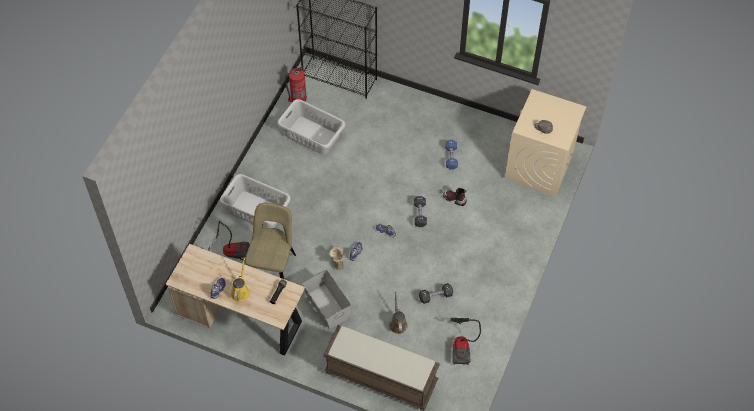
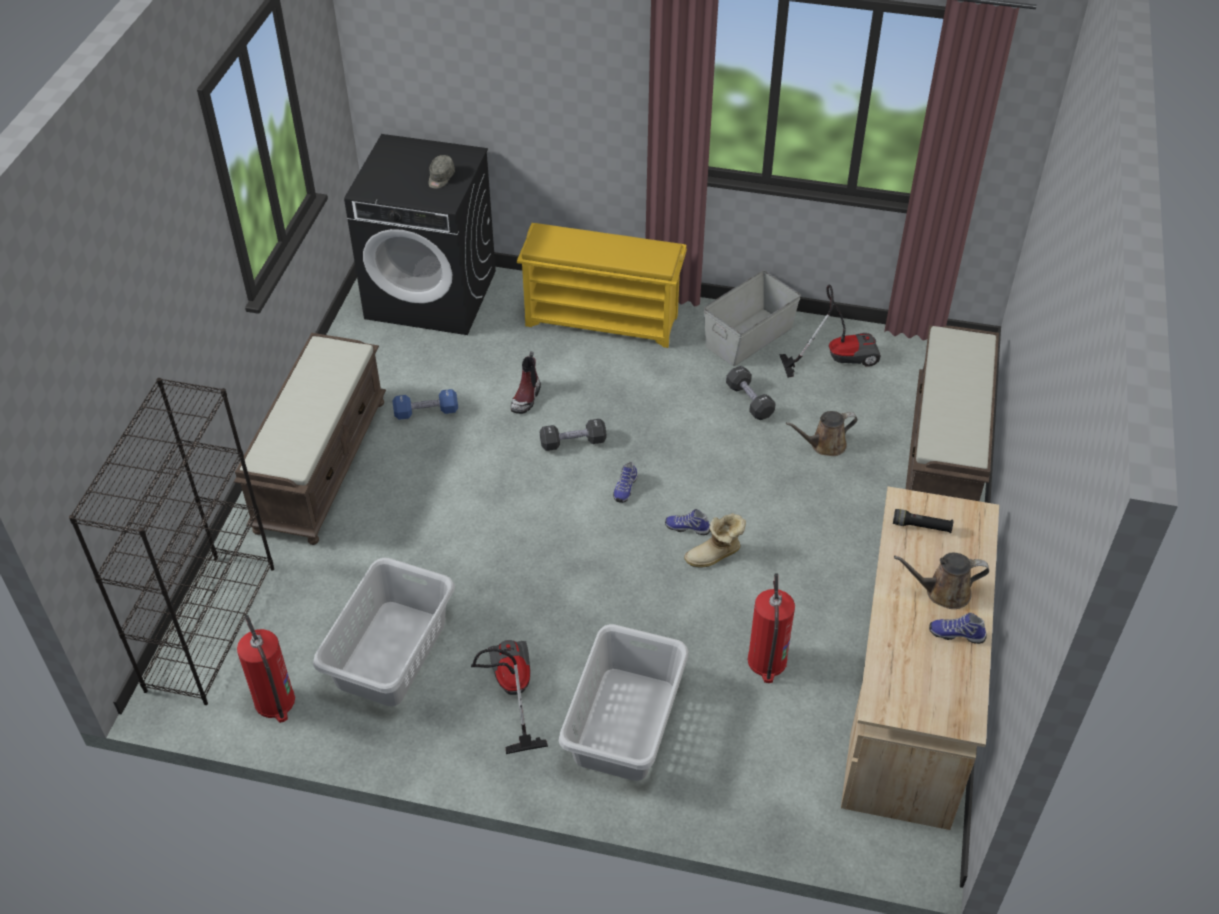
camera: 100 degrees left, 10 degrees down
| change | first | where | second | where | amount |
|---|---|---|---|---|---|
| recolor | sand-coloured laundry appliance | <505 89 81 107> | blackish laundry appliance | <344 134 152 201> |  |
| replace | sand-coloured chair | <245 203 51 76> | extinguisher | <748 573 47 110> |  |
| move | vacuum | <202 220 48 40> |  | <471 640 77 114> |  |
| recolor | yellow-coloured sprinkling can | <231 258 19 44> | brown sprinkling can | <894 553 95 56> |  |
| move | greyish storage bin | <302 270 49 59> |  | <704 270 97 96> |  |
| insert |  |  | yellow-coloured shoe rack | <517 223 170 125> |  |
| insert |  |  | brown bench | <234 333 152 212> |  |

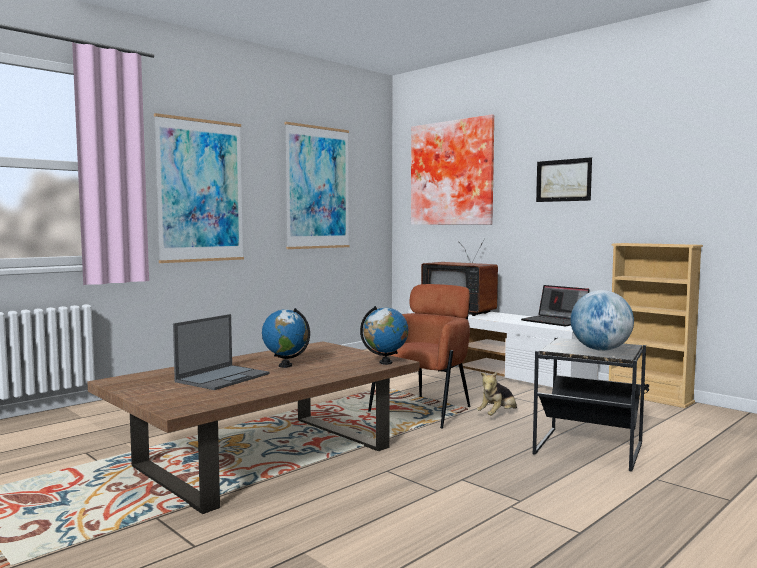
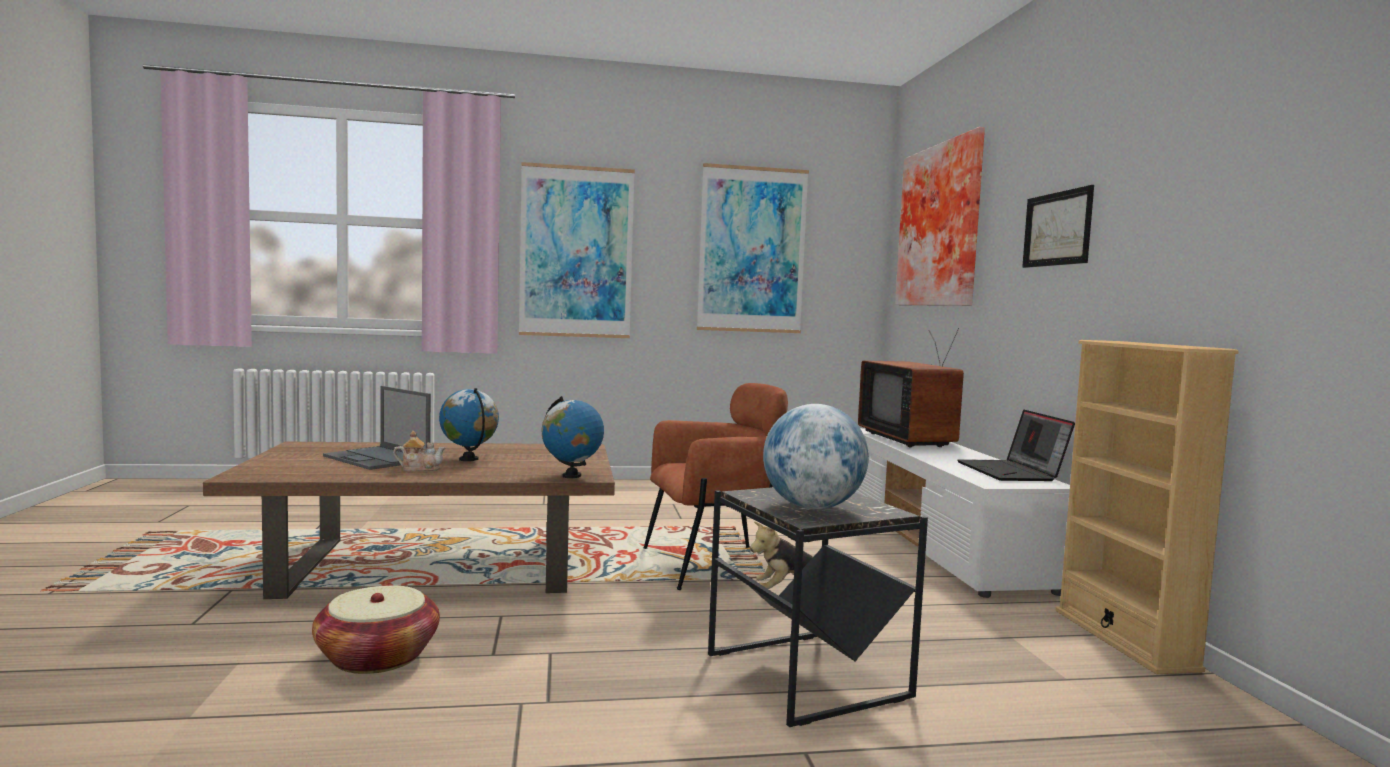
camera: 35 degrees right, 0 degrees up
| change | first | where | second | where | amount |
|---|---|---|---|---|---|
| rotate | laptop | <173 314 97 76> |  | <323 386 108 84> | 60 degrees clockwise |
| insert |  |  | pot for tea | <393 431 52 40> |  |
| insert |  |  | storage basket | <312 585 128 89> |  |

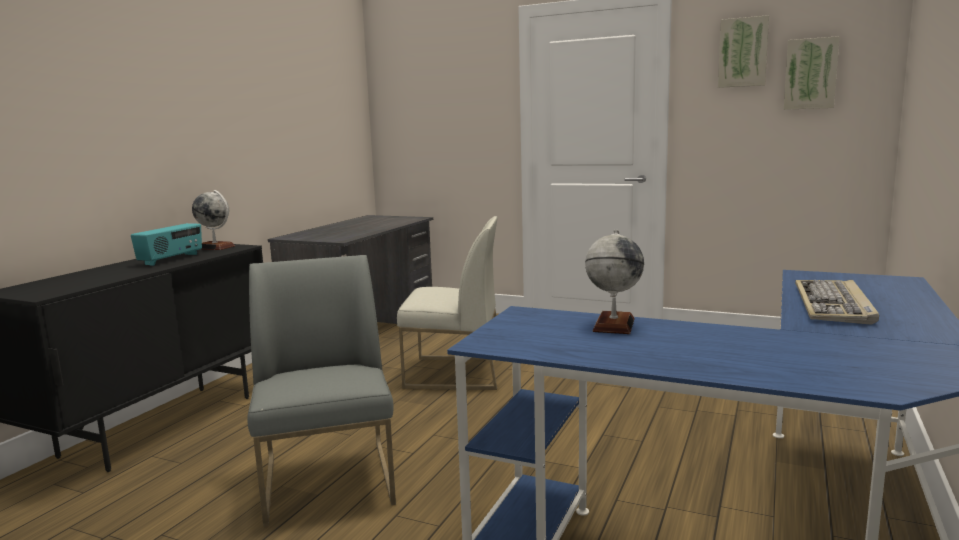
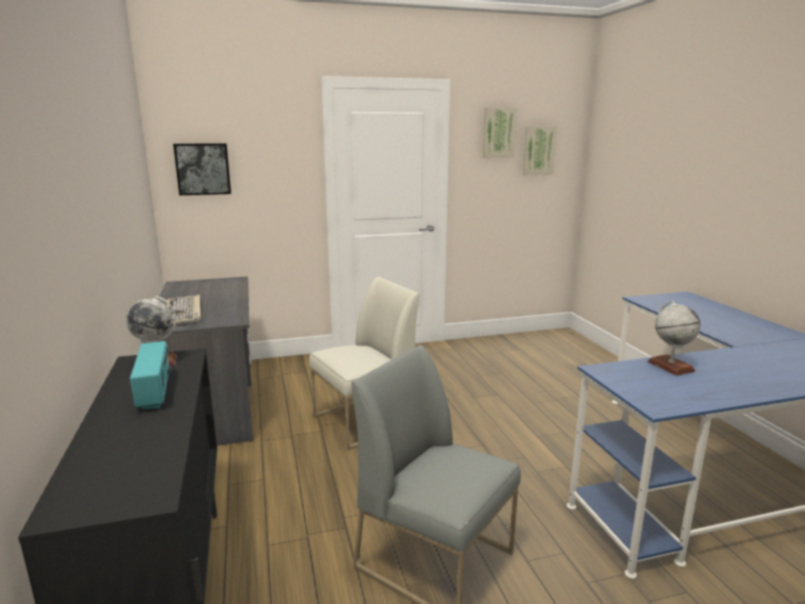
camera: 40 degrees left, 5 degrees up
| change | first | where | second | where | amount |
|---|---|---|---|---|---|
| move | PC keyboard | <795 280 84 45> |  | <167 295 34 30> |  |
| insert |  |  | picture | <173 143 58 52> |  |

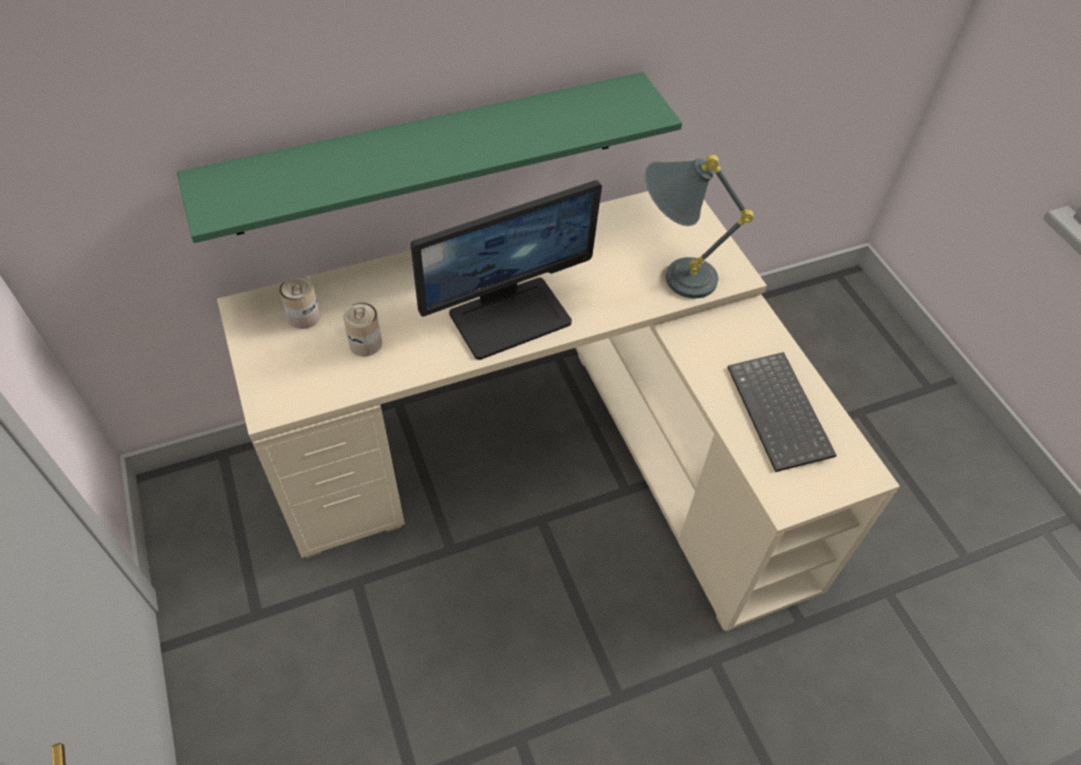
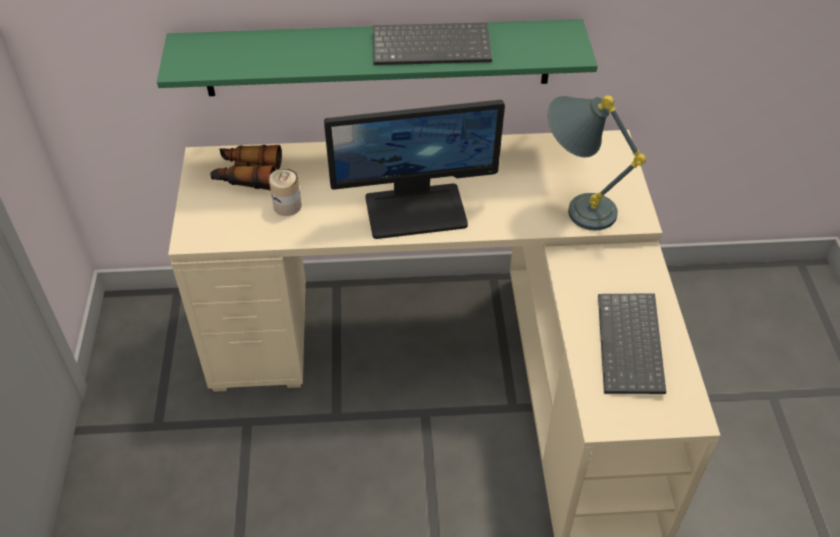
camera: 20 degrees right, 5 degrees down
| change | first | where | second | where | amount |
|---|---|---|---|---|---|
| replace | metal can | <279 276 42 53> | binoculars | <210 145 72 46> |  |
| insert |  |  | PC keyboard | <373 23 119 42> |  |

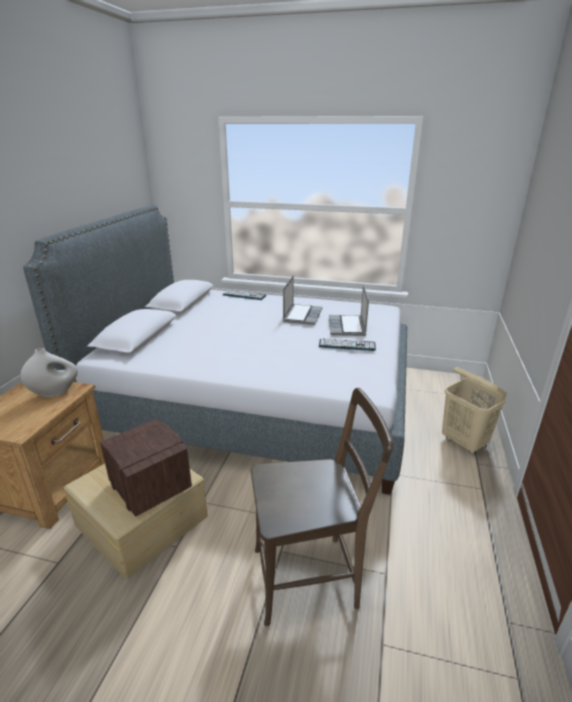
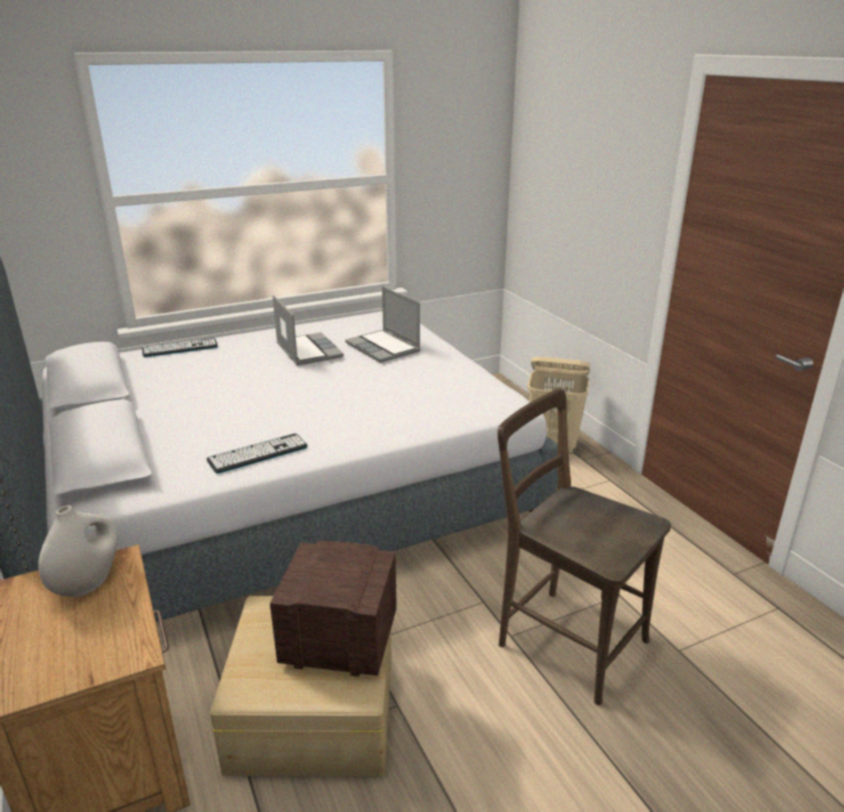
camera: 40 degrees left, 0 degrees up
| change | first | where | second | where | amount |
|---|---|---|---|---|---|
| move | PC keyboard | <319 339 57 12> |  | <206 433 102 41> |  |
| rotate | brown chair | <251 388 142 238> |  | <497 388 174 318> | 90 degrees counterclockwise |

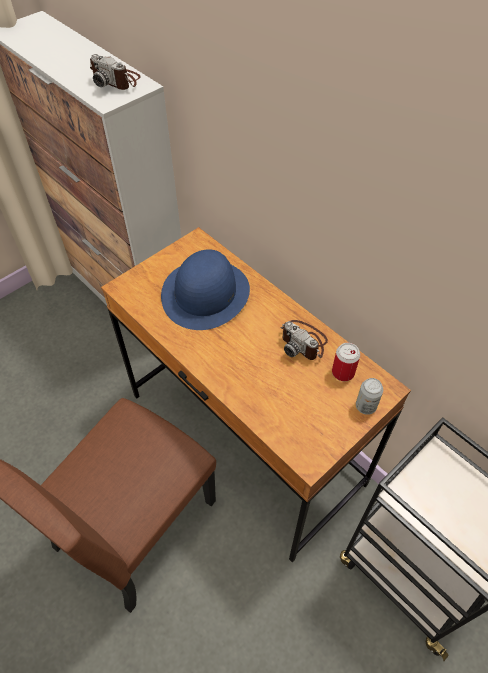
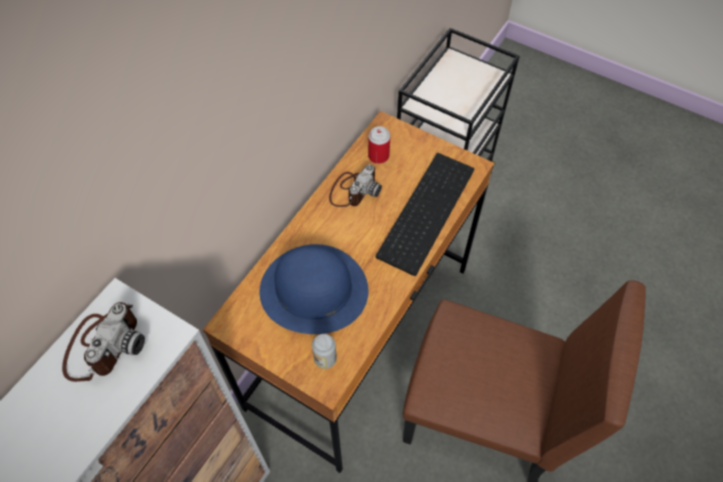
camera: 105 degrees left, 5 degrees up
| change | first | where | second | where | amount |
|---|---|---|---|---|---|
| move | metal can | <356 378 27 37> |  | <312 334 25 35> |  |
| insert |  |  | PC keyboard | <376 153 98 123> |  |

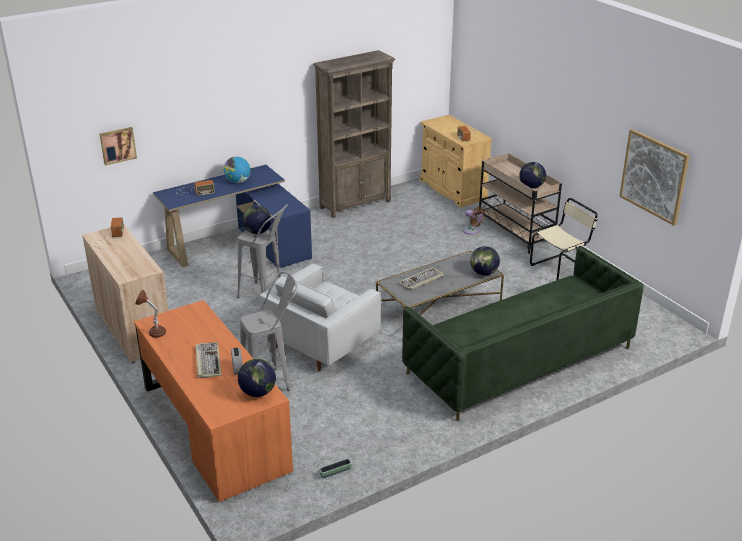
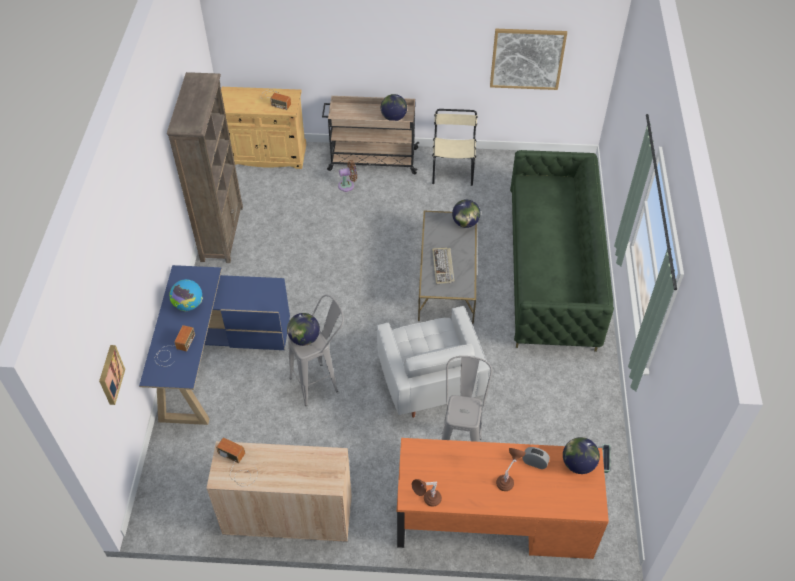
camera: 55 degrees left, 20 degrees up
| change | first | where | second | where | amount |
|---|---|---|---|---|---|
| replace | PC keyboard | <195 342 26 36> | brown lamp for a table | <496 448 30 43> |  |

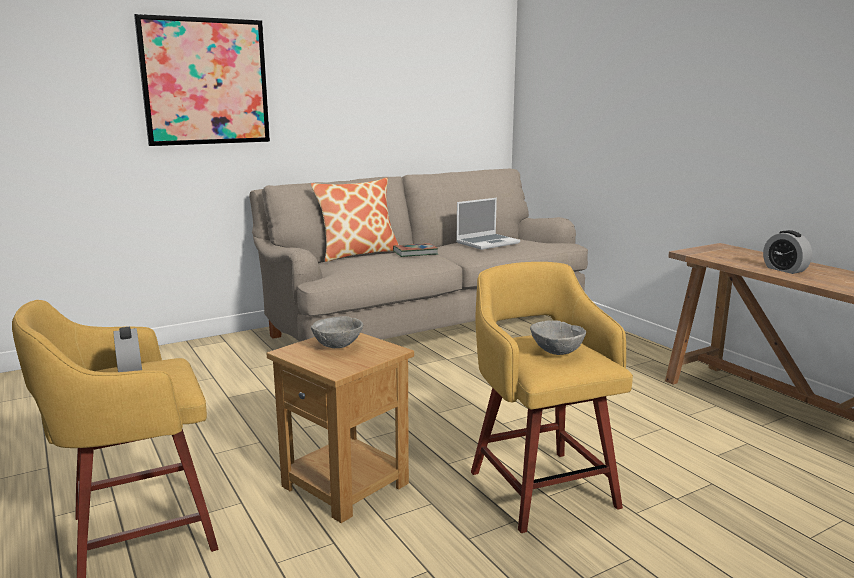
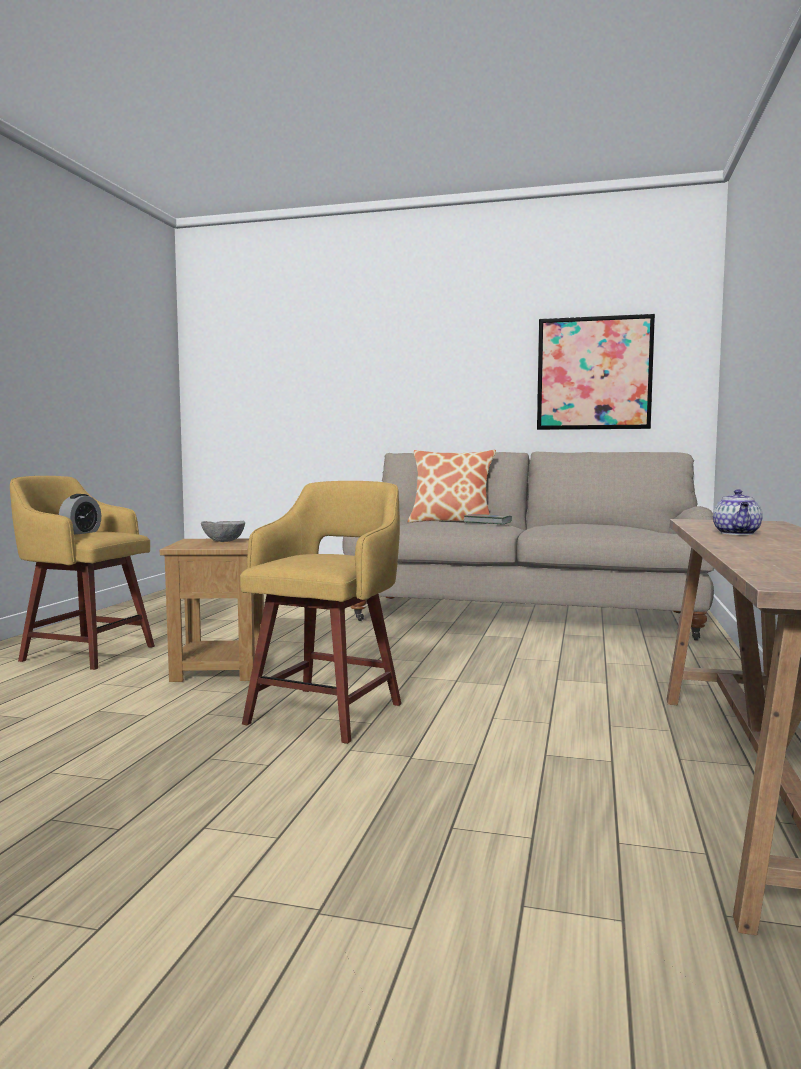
camera: 45 degrees right, 10 degrees down
| change | first | where | second | where | amount |
|---|---|---|---|---|---|
| move | picture | <134 14 136 132> |  | <537 314 118 116> |  |
| delete | laptop | <456 198 64 52> |  |  |  |
| replace | alarm clock | <763 230 49 44> | pot for tea | <713 489 50 46> |  |
| delete | greyish bowl | <530 320 56 35> |  |  |  |

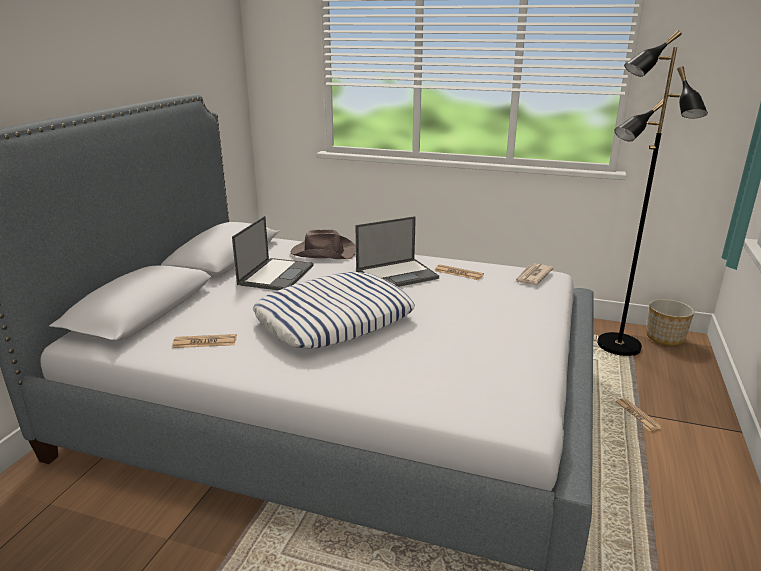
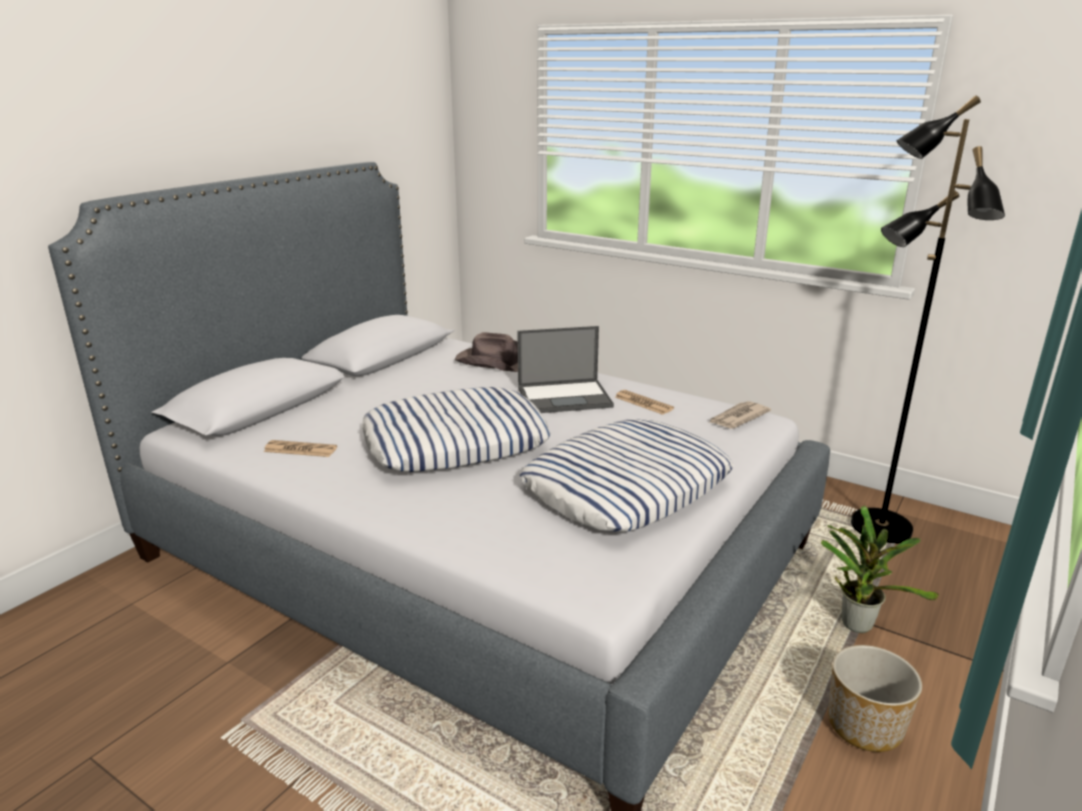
camera: 15 degrees right, 0 degrees up
| change | first | where | second | where | amount |
|---|---|---|---|---|---|
| delete | laptop | <232 216 82 74> |  |  |  |
| move | planter | <646 299 48 47> |  | <828 645 94 107> |  |
| replace | printed paper | <616 398 46 33> | potted plant | <821 506 118 127> |  |
| insert |  |  | throw pillow | <520 419 214 113> |  |

